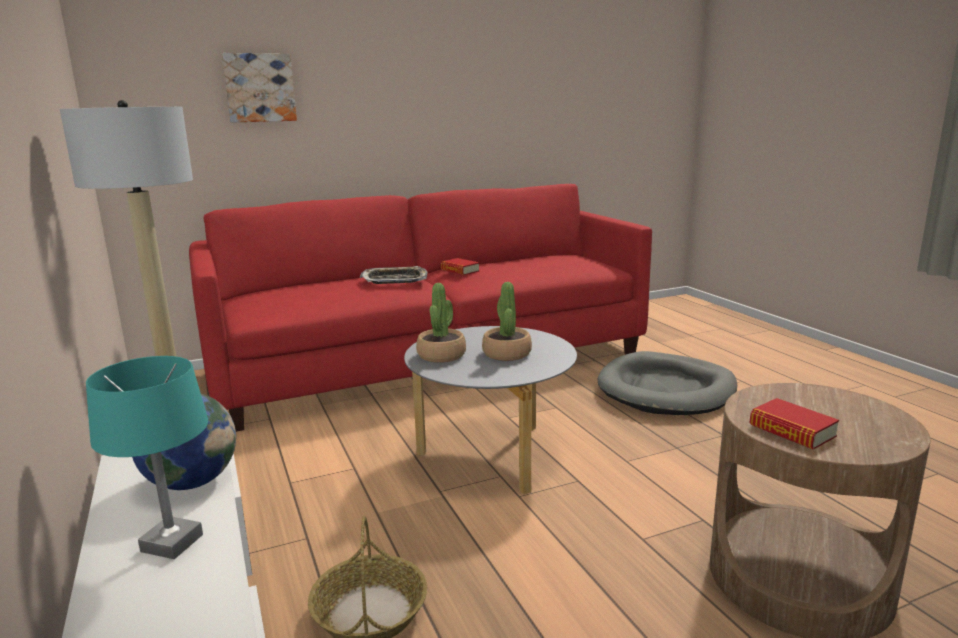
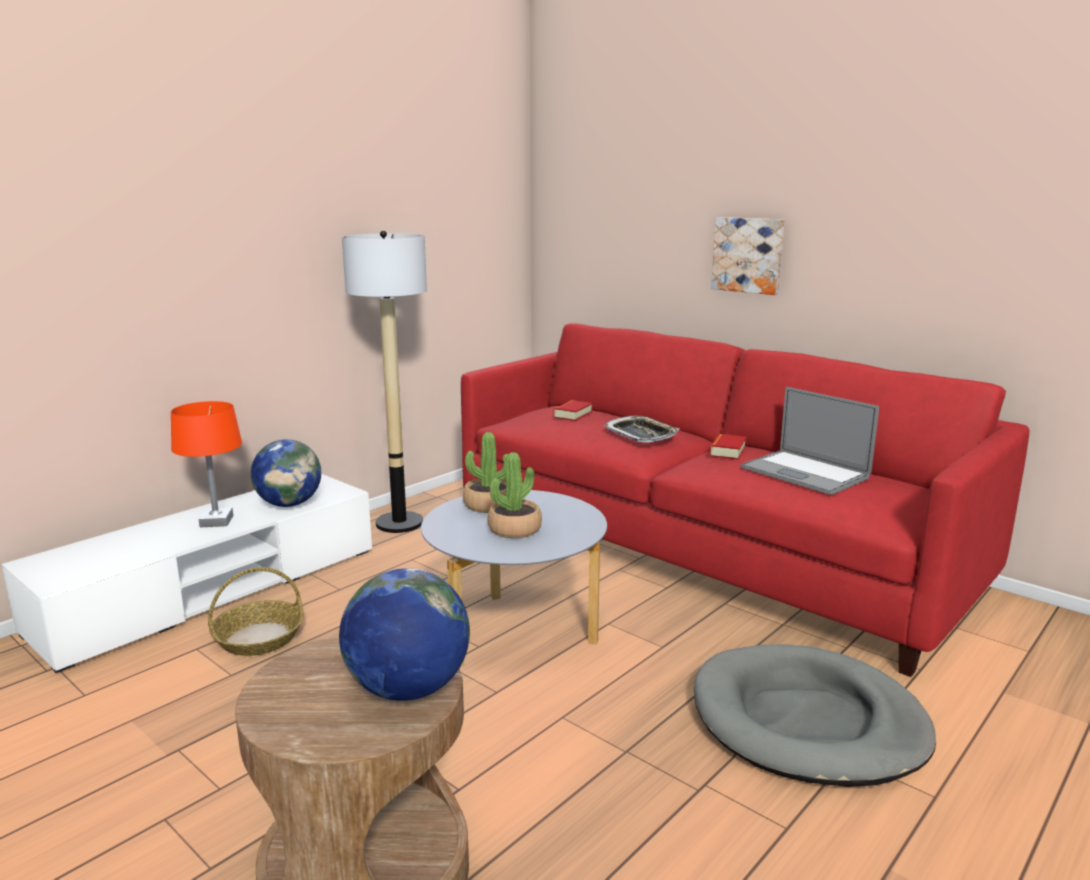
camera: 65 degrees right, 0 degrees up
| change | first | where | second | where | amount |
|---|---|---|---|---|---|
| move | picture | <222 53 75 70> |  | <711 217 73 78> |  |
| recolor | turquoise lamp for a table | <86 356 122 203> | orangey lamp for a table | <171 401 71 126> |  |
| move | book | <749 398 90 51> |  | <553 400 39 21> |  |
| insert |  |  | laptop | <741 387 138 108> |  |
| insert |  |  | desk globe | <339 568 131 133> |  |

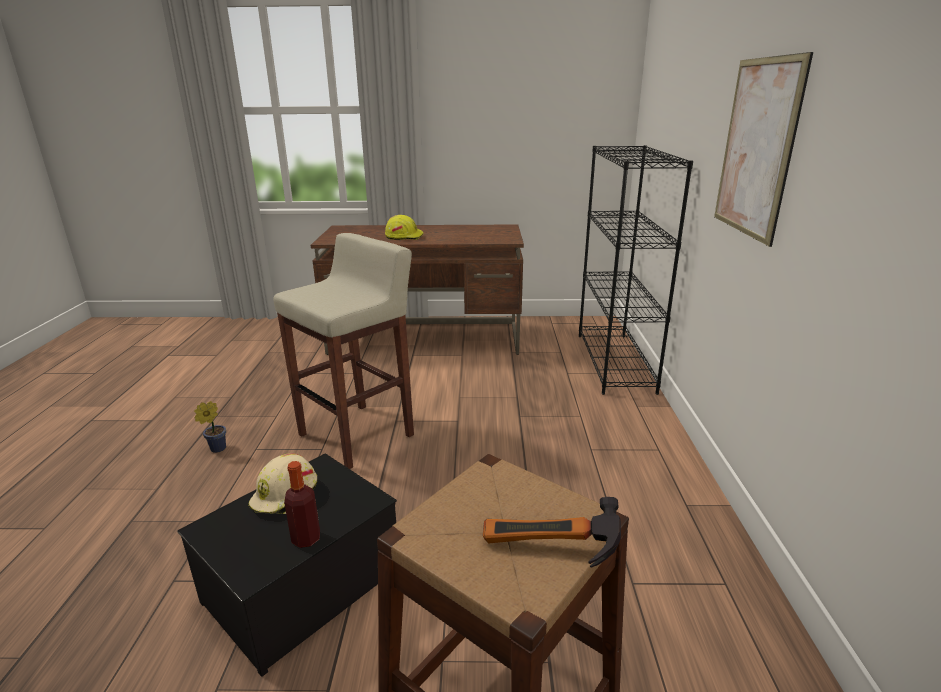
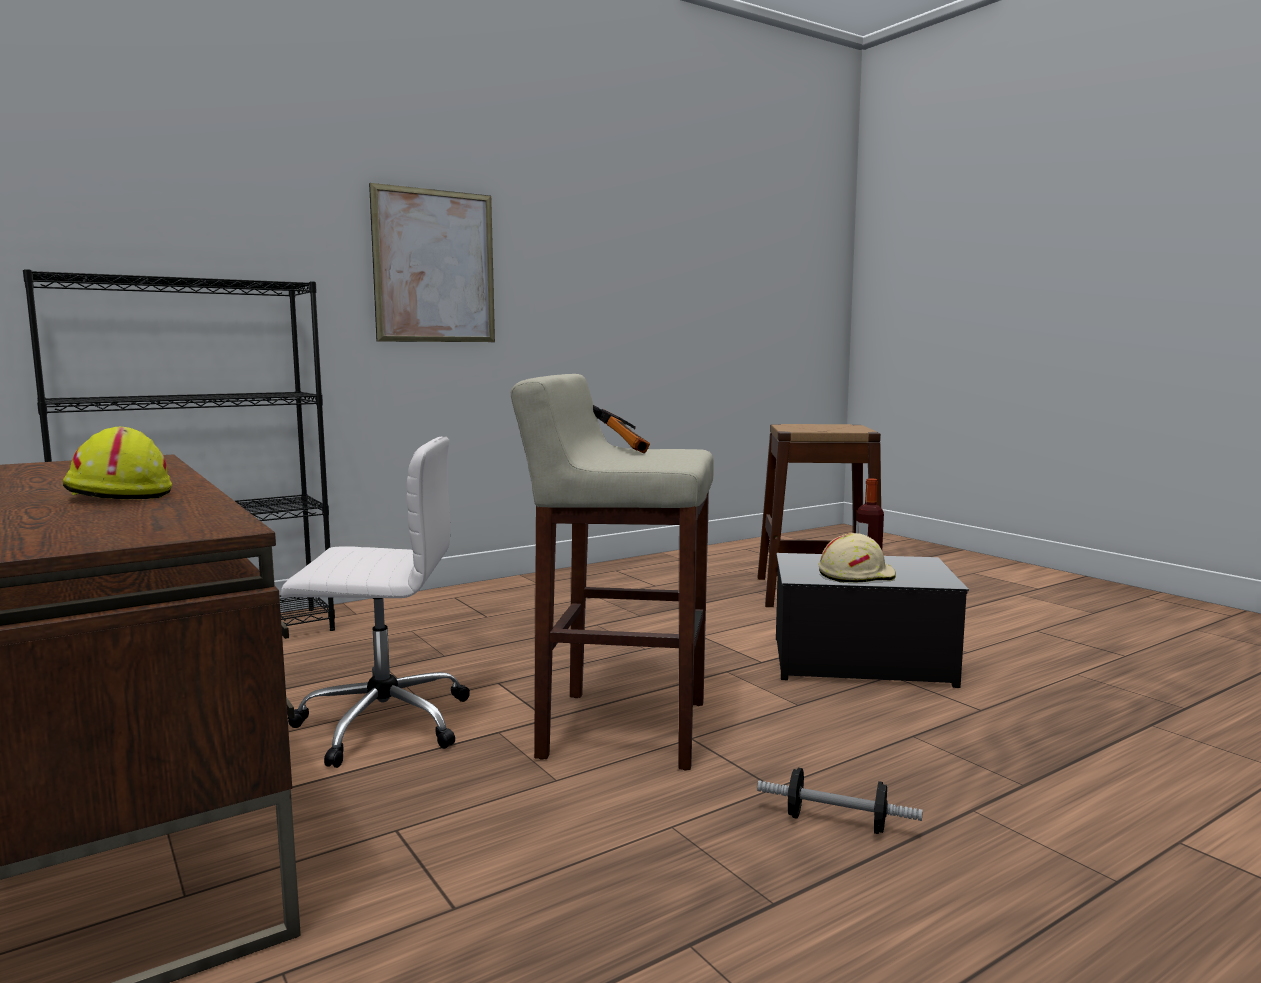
camera: 125 degrees left, 15 degrees down
| change | first | where | second | where | amount |
|---|---|---|---|---|---|
| replace | potted plant | <194 401 32 52> | hand weight | <757 768 166 66> |  |
| move | hammer | <483 497 138 70> |  | <593 405 57 48> |  |
| insert |  |  | white-coloured desk chair | <281 437 189 331> |  |

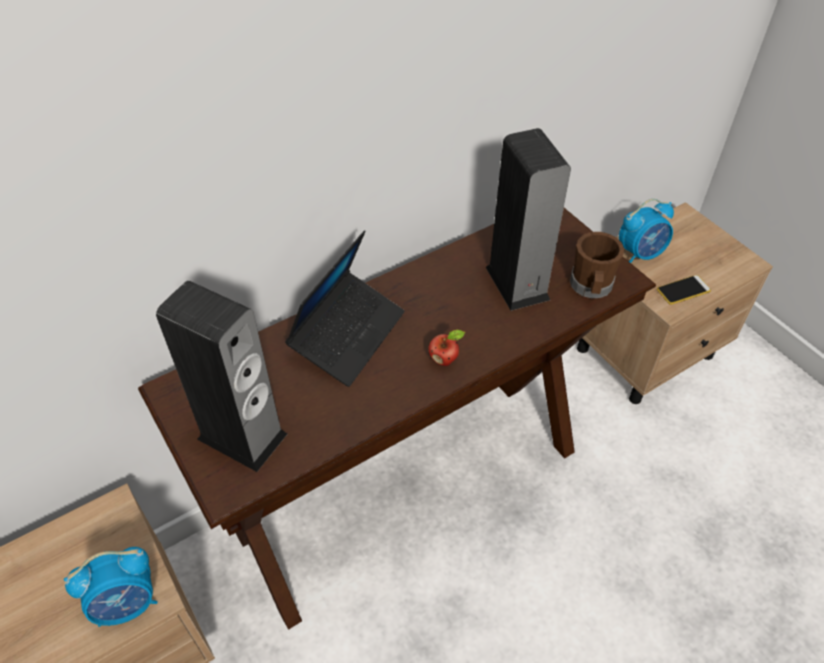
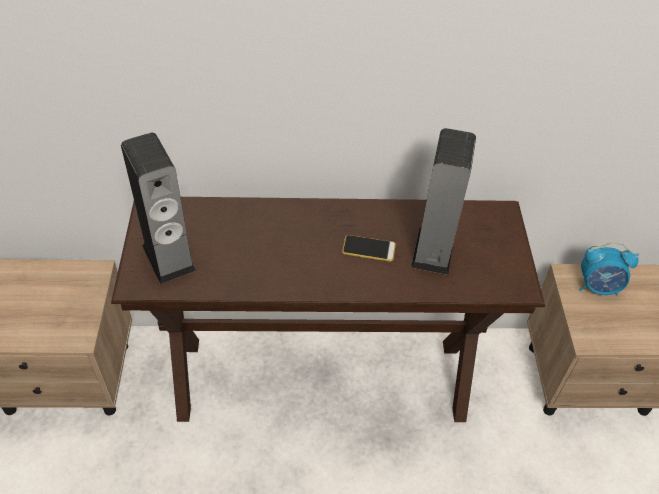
camera: 30 degrees right, 0 degrees up
| change | first | where | second | where | amount |
|---|---|---|---|---|---|
| delete | laptop | <285 230 120 157> |  |  |  |
| delete | brown coffee mug | <570 232 54 66> |  |  |  |
| move | telephone | <657 275 54 30> |  | <342 235 54 27> |  |
| delete | apple | <429 330 36 36> |  |  |  |
| delete | alarm clock | <64 547 94 80> |  |  |  |

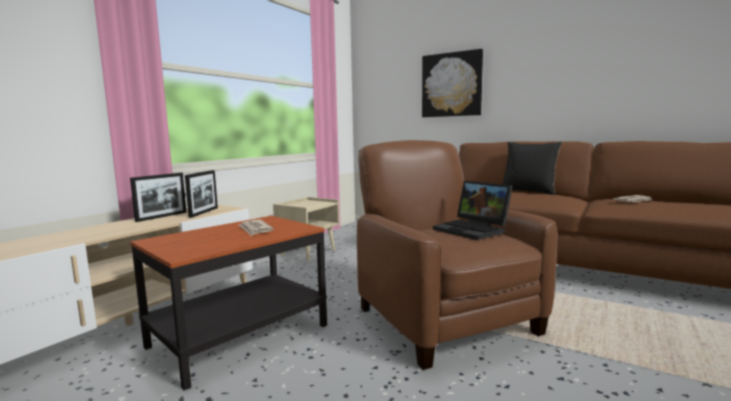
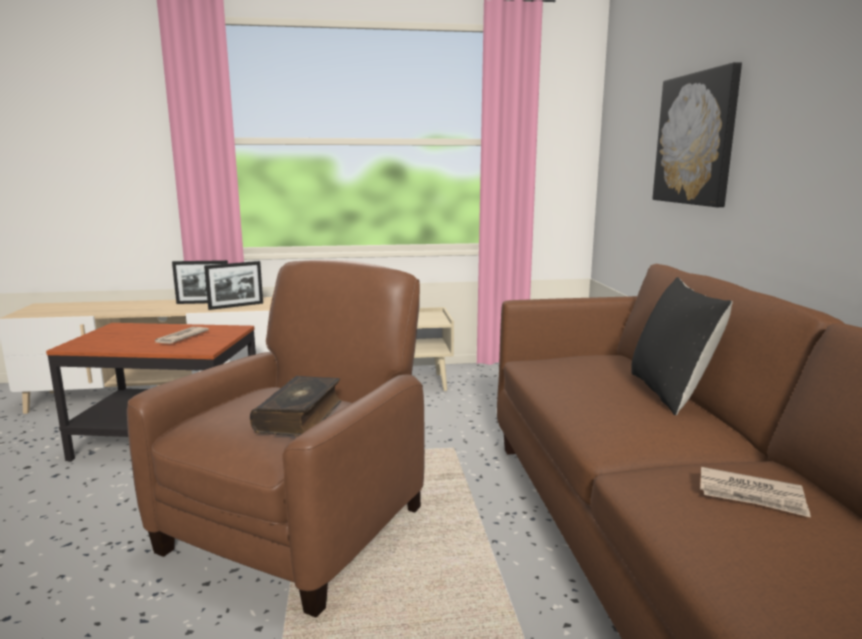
camera: 50 degrees right, 5 degrees up
| change | first | where | second | where | amount |
|---|---|---|---|---|---|
| replace | laptop | <433 181 80 59> | book | <250 376 92 61> |  |

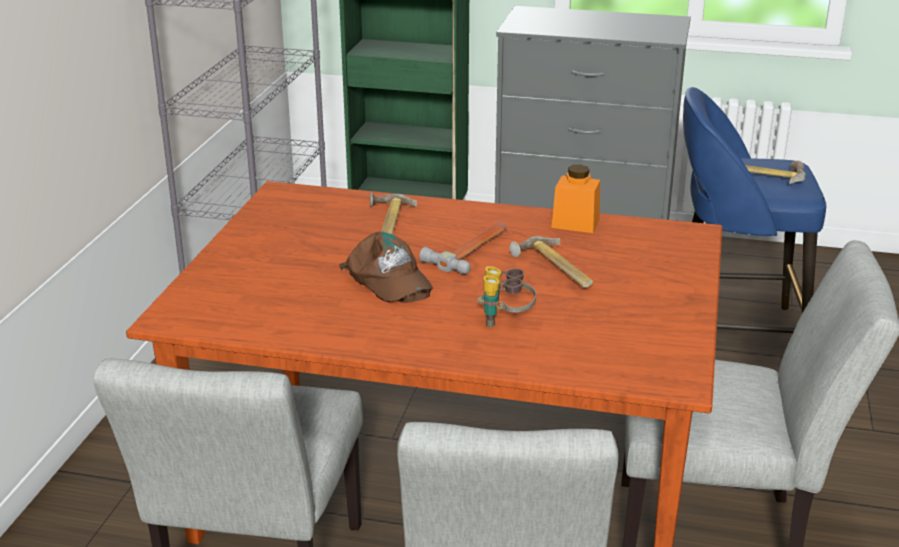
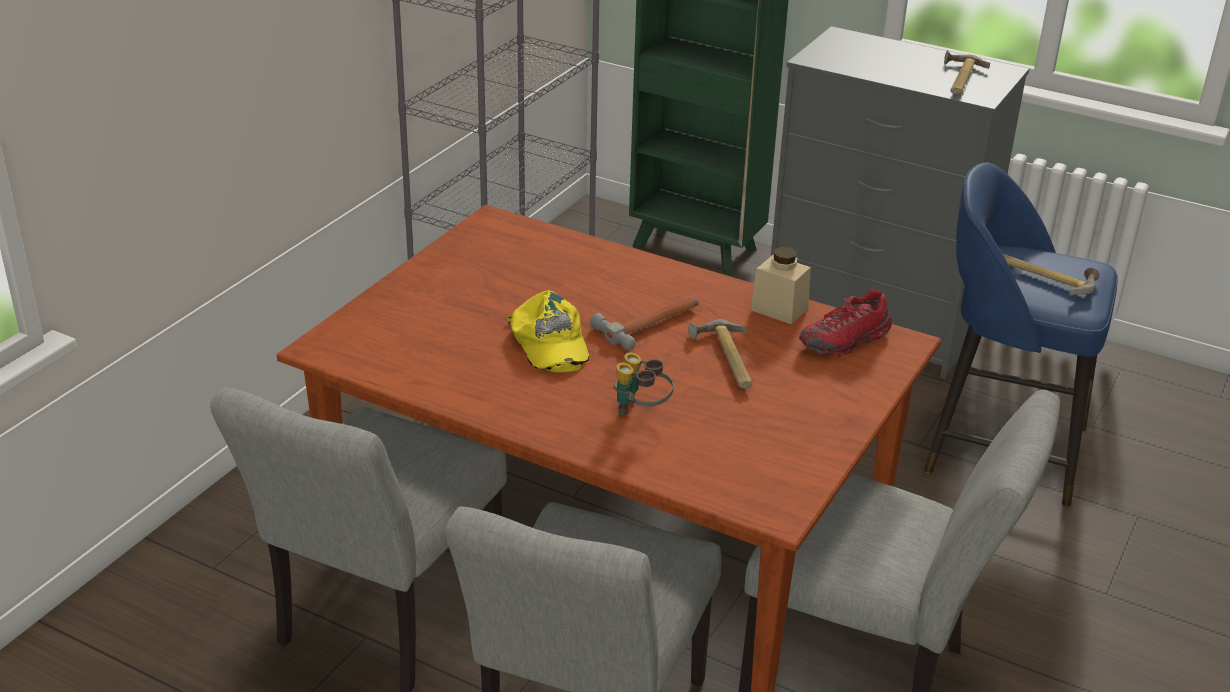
camera: 15 degrees right, 5 degrees up
| change | first | where | second | where | amount |
|---|---|---|---|---|---|
| recolor | orangey storage jar | <551 165 49 68> | sand-coloured storage jar | <750 247 61 77> |  |
| move | hammer | <370 192 47 42> |  | <944 50 46 44> |  |
| recolor | brown baseball cap | <339 232 94 71> | yellow-coloured baseball cap | <506 290 83 82> |  |
| insert |  |  | reddish item of footwear | <799 289 93 68> |  |

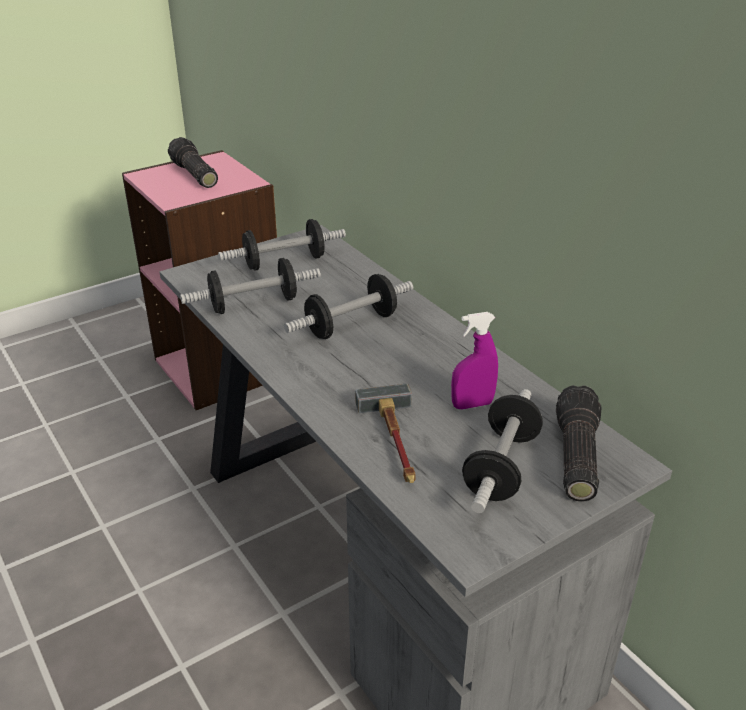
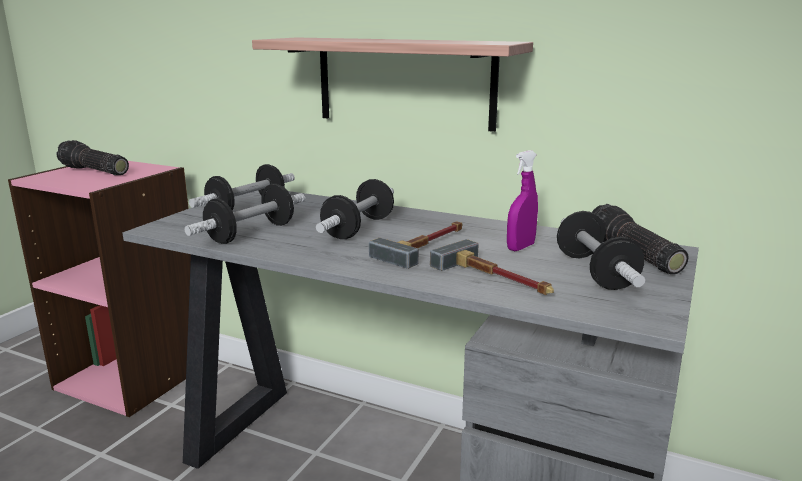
camera: 30 degrees left, 15 degrees down
| change | first | where | second | where | amount |
|---|---|---|---|---|---|
| insert |  |  | wall shelf | <252 37 281 95> |  |
| insert |  |  | hammer | <369 221 93 48> |  |

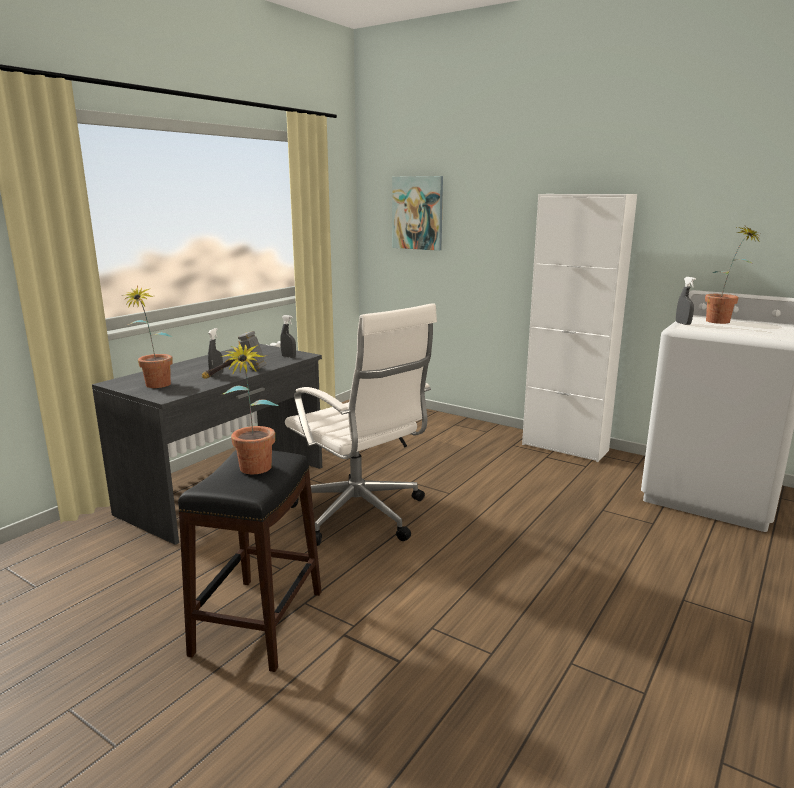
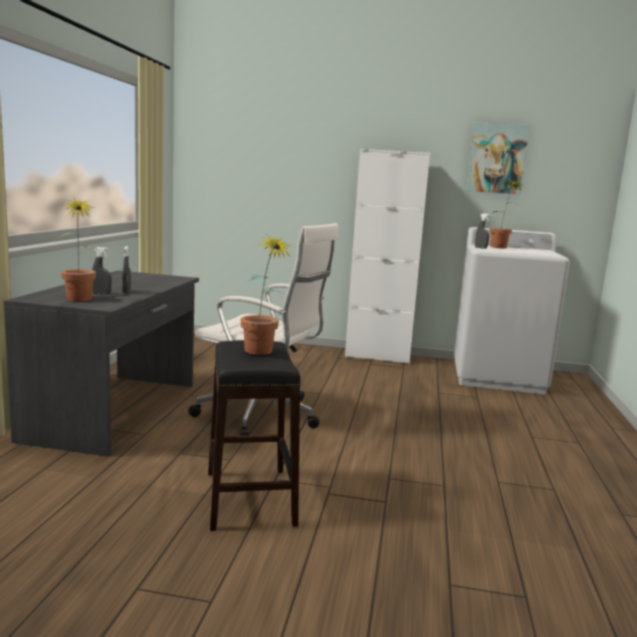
camera: 25 degrees left, 5 degrees down
| change | first | where | second | where | amount |
|---|---|---|---|---|---|
| move | picture | <392 176 51 75> |  | <466 123 64 71> |  |
| move | greyish spray bottle | <280 315 16 43> |  | <92 247 20 47> |  |
| delete | hammer | <202 331 65 48> |  |  |  |

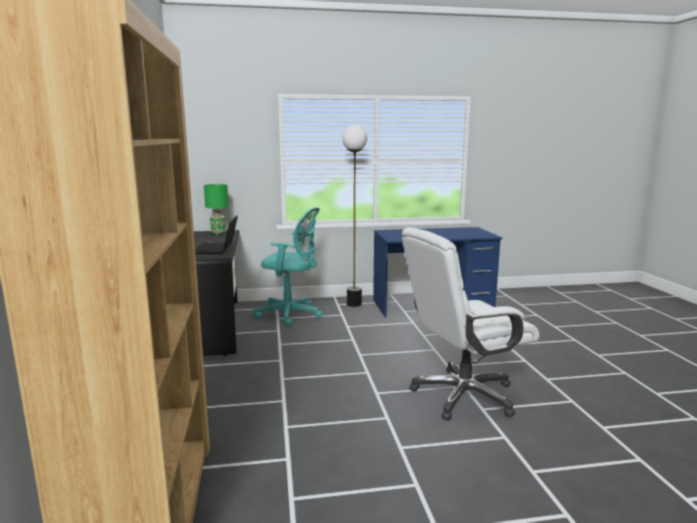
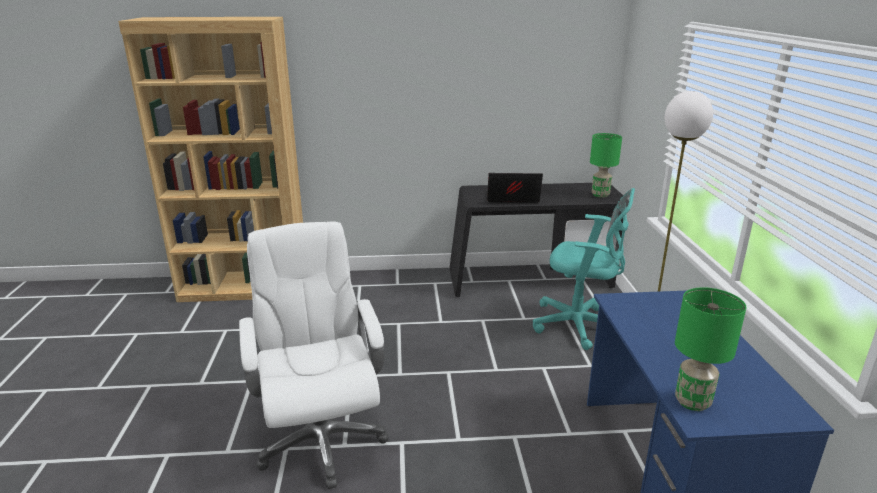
camera: 95 degrees right, 10 degrees up
| change | first | where | second | where | amount |
|---|---|---|---|---|---|
| rotate | turquoise desk chair | <253 207 70 120> |  | <533 188 102 162> | 90 degrees counterclockwise |
| insert |  |  | green-coloured lamp for a table | <675 287 71 124> |  |

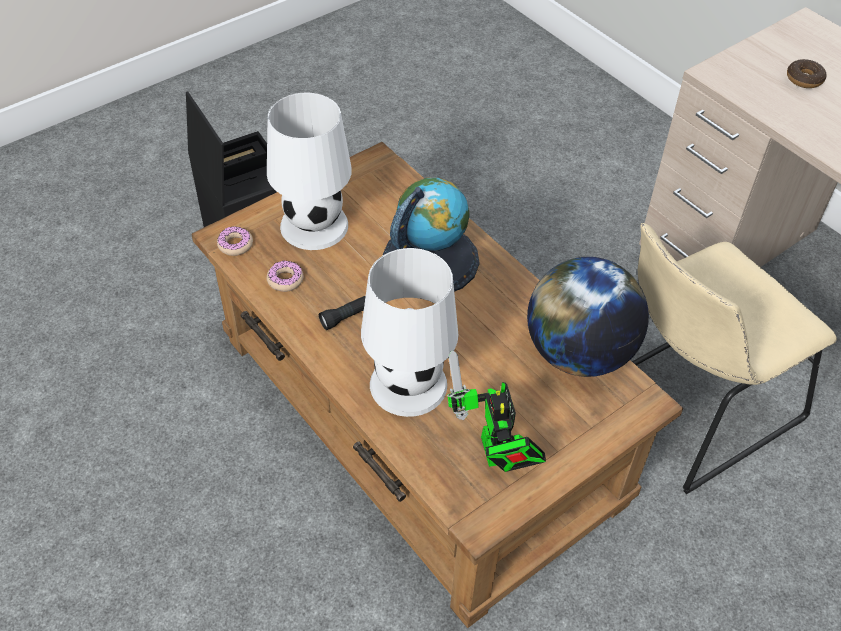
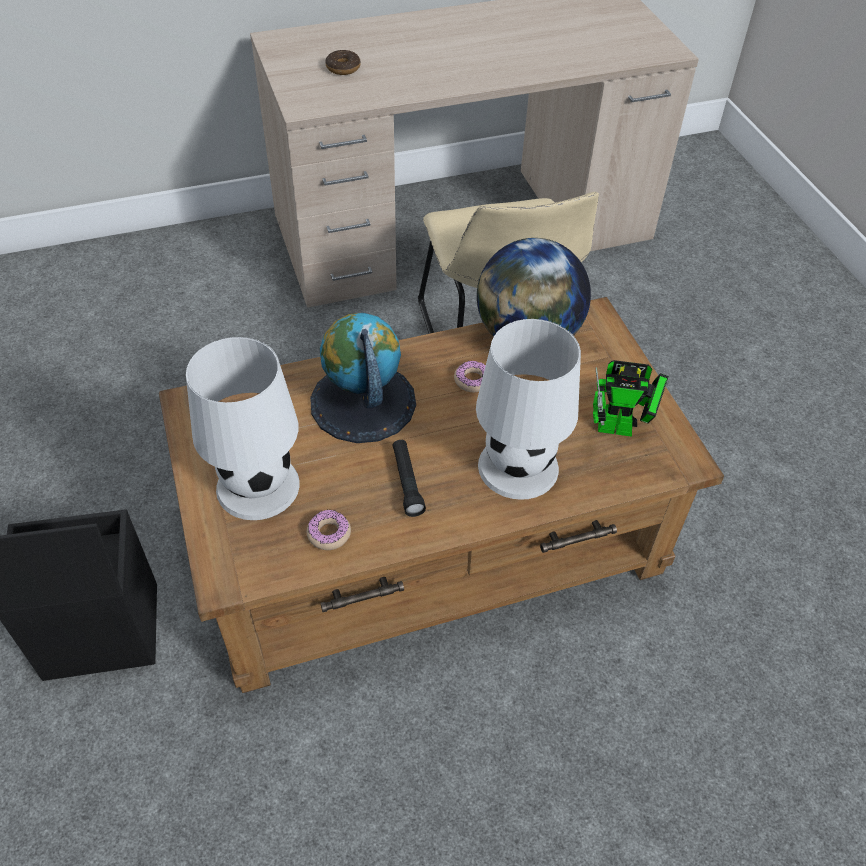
camera: 70 degrees left, 0 degrees up
| change | first | where | second | where | amount |
|---|---|---|---|---|---|
| move | donut | <217 226 36 30> |  | <454 361 32 31> |  |

